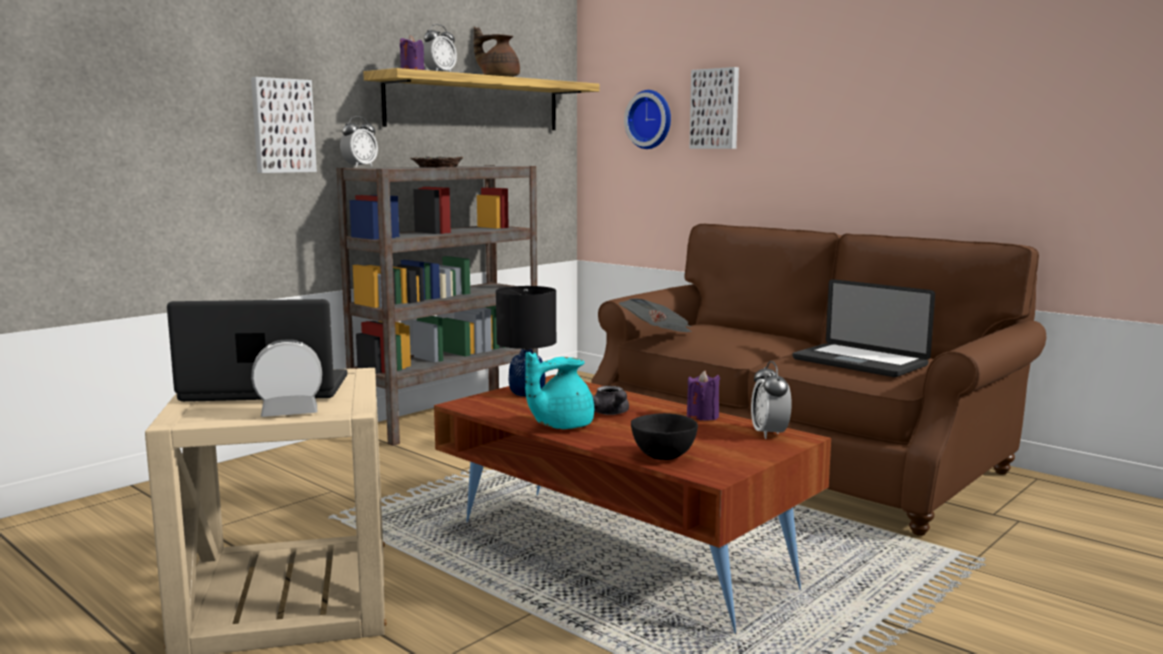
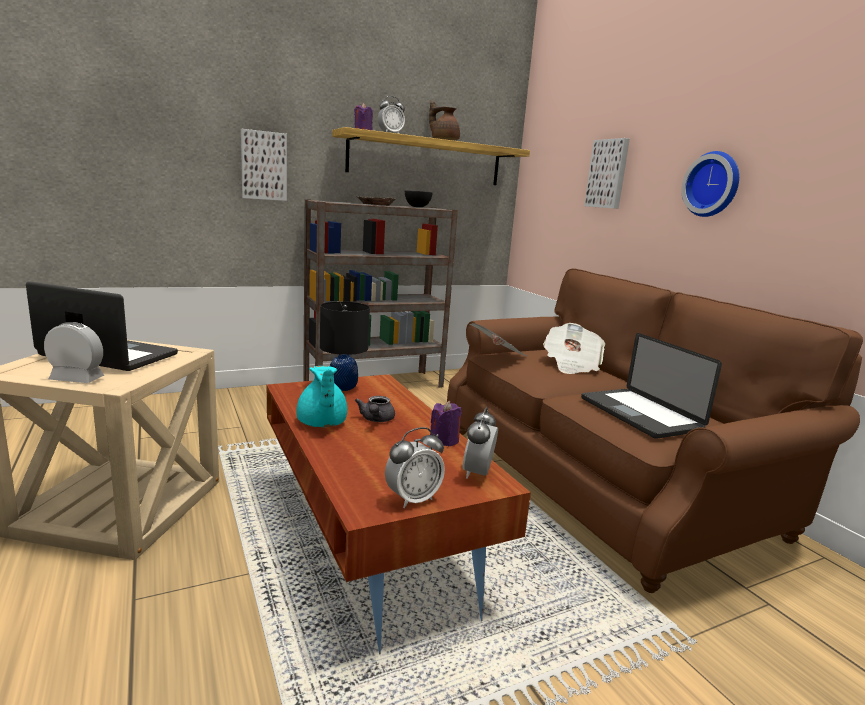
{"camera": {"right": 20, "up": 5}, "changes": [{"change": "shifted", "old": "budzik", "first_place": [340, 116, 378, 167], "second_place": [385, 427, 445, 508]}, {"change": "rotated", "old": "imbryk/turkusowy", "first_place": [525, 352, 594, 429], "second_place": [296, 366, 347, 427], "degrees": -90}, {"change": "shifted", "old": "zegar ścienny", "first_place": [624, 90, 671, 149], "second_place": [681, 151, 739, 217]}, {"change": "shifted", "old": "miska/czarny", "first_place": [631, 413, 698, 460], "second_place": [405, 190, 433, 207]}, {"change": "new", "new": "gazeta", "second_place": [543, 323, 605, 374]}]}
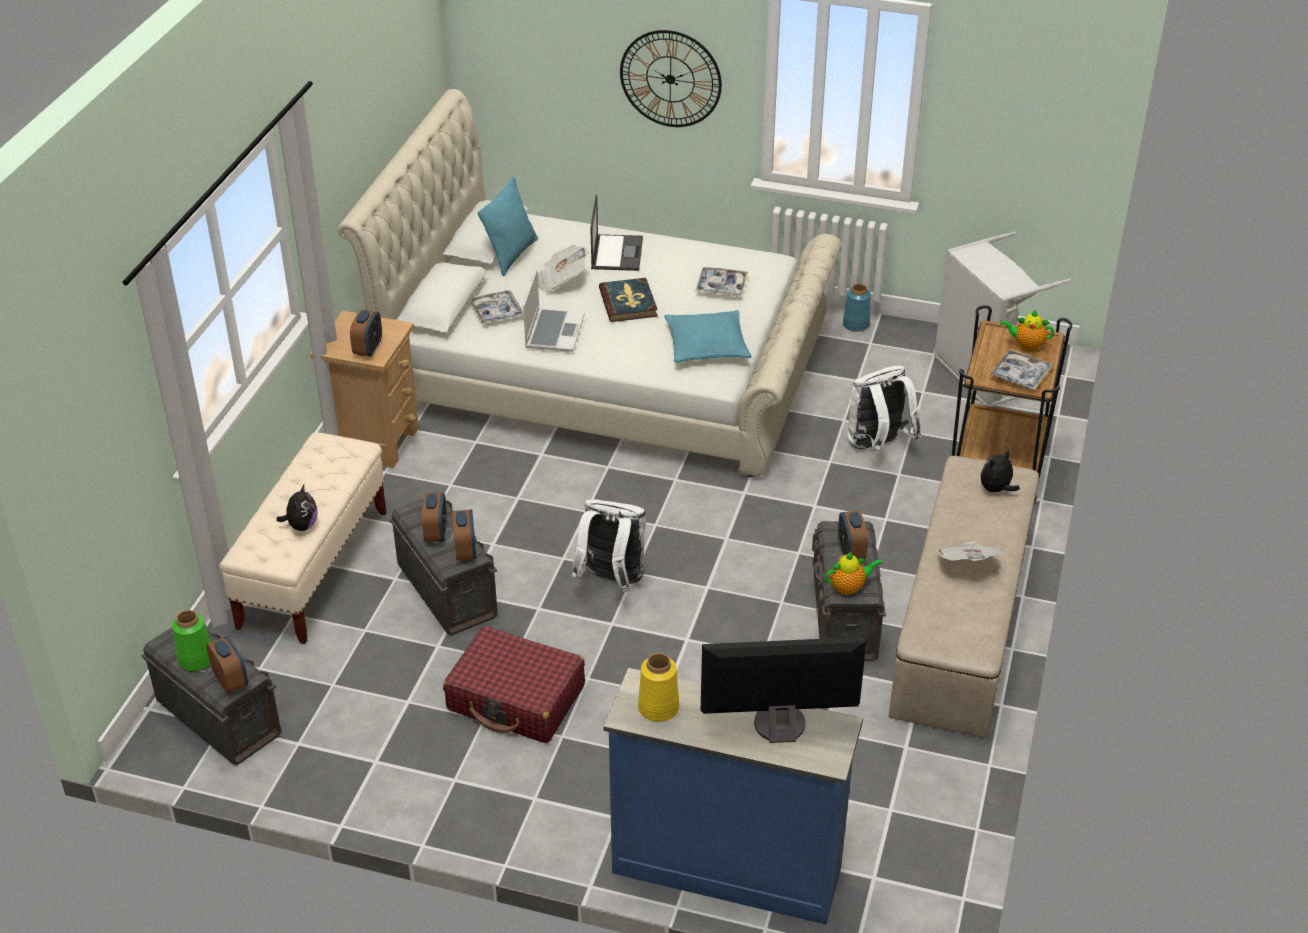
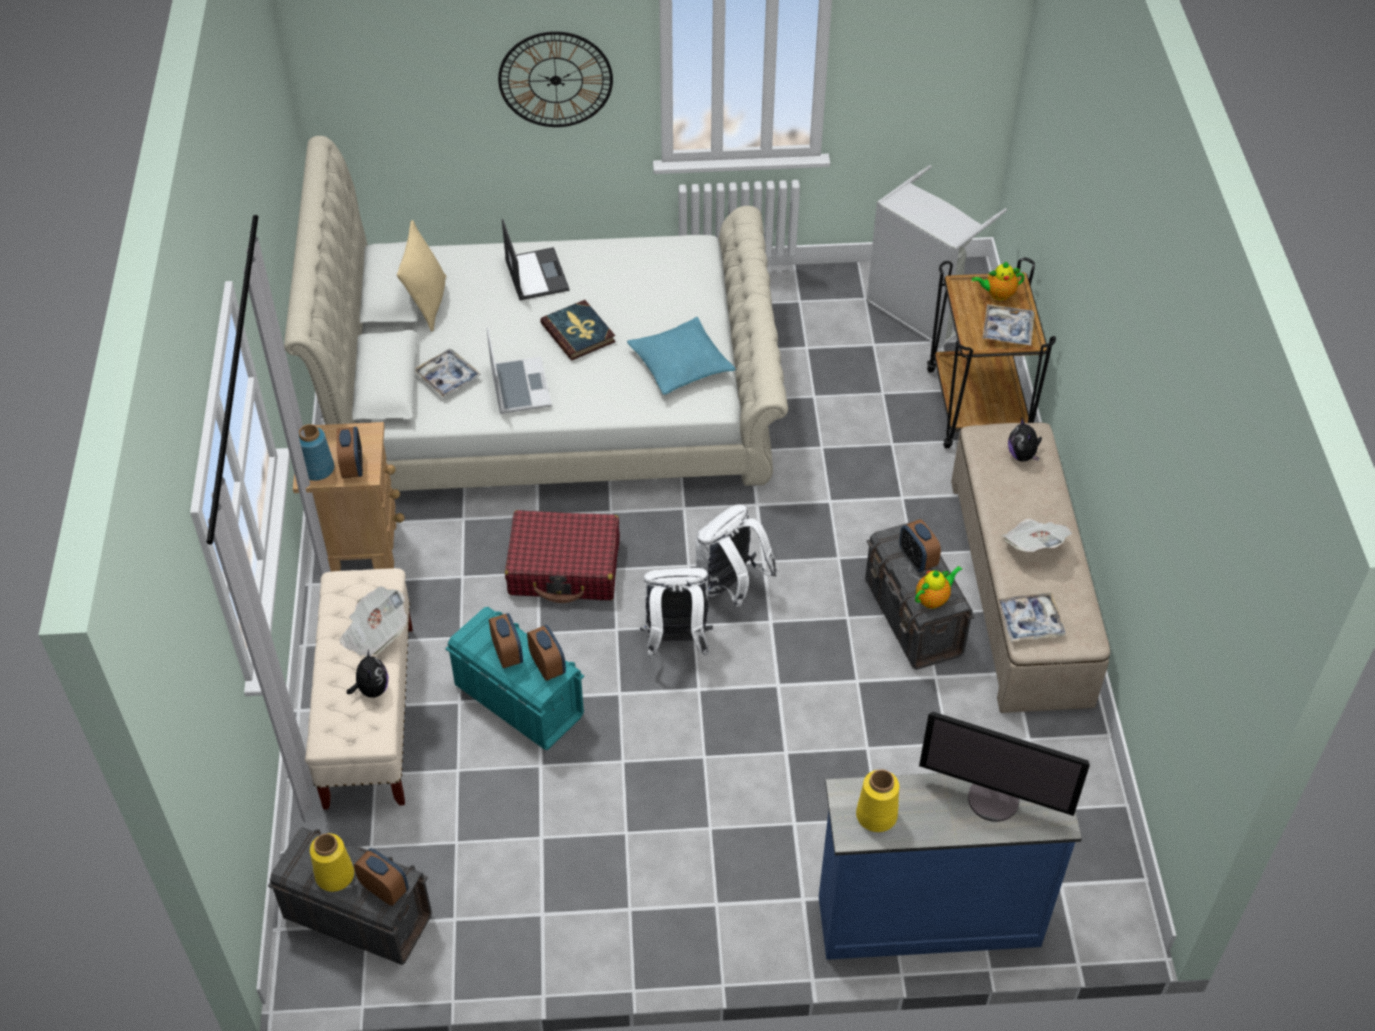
{"camera": {"right": -20, "up": 10}, "changes": [{"change": "repainted", "old": "wazon/zielony", "new": "wazon/żółty", "first_place": [172, 610, 211, 671], "second_place": [310, 833, 354, 892]}, {"change": "repainted", "old": "pojemnik do przechowywania/szary", "new": "pojemnik do przechowywania/turkusowy", "first_place": [389, 498, 497, 635], "second_place": [445, 607, 584, 750]}, {"change": "shifted", "old": "walizka/czerwony", "first_place": [443, 626, 585, 743], "second_place": [505, 510, 620, 603]}, {"change": "repainted", "old": "poduszka/turkusowy", "new": "poduszka/beżowy", "first_place": [478, 176, 538, 276], "second_place": [397, 220, 446, 331]}, {"change": "shifted", "old": "gazeta", "first_place": [531, 245, 588, 292], "second_place": [339, 586, 407, 657]}, {"change": "shifted", "old": "taca", "first_place": [695, 267, 748, 296], "second_place": [997, 592, 1066, 642]}, {"change": "rotated", "old": "monitor", "first_place": [701, 637, 867, 743], "second_place": [919, 711, 1090, 822], "degrees": -135}, {"change": "shifted", "old": "wazon/niebieski", "first_place": [843, 284, 871, 332], "second_place": [299, 424, 334, 481]}, {"change": "shifted", "old": "plecak/biały", "first_place": [848, 366, 922, 453], "second_place": [696, 504, 778, 607]}, {"change": "rotated", "old": "pluszak", "first_place": [981, 449, 1020, 492], "second_place": [1008, 417, 1042, 461], "degrees": -45}]}
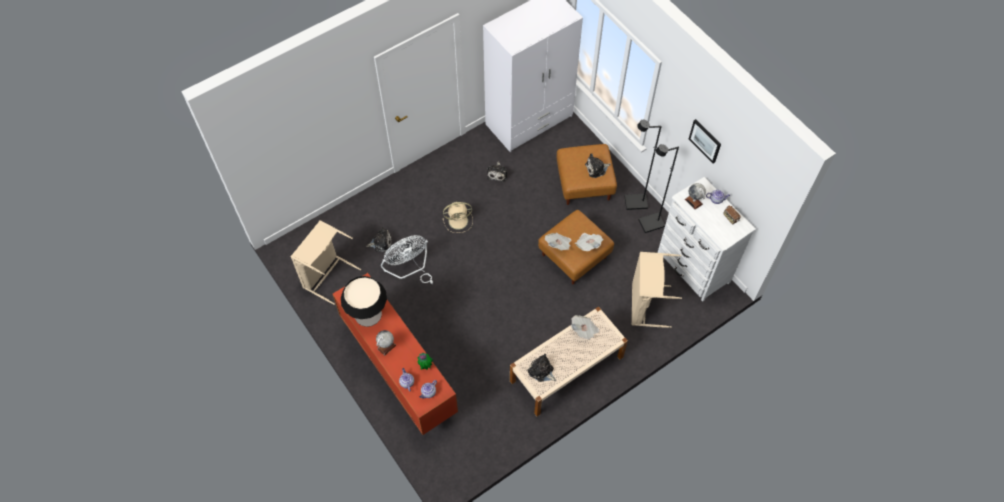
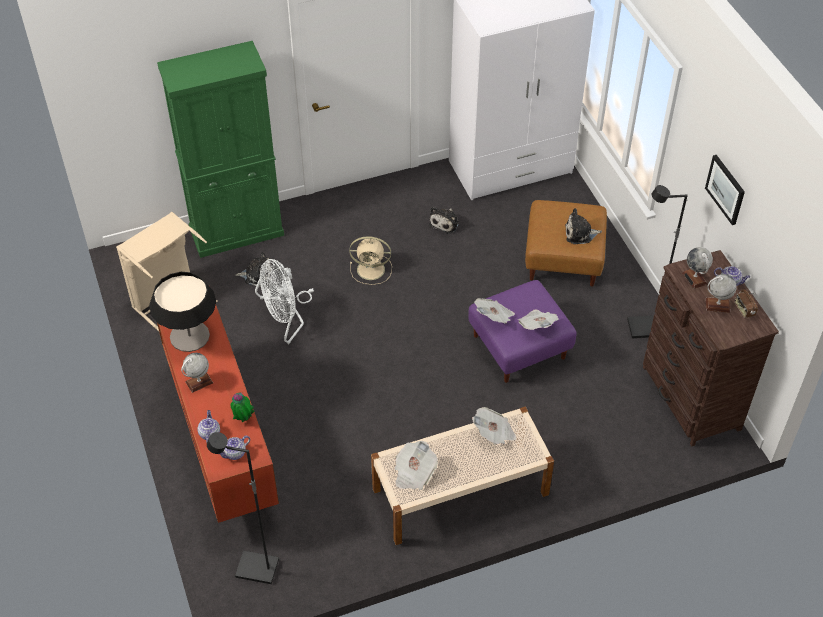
{"camera": {"right": 15, "up": -10}, "changes": [{"change": "rotated", "old": "wentylator/biały", "first_place": [381, 235, 433, 284], "second_place": [255, 259, 315, 344], "degrees": -105}, {"change": "swapped", "old": "pluszak", "new": "gazeta", "first_place": [528, 354, 557, 382], "second_place": [394, 441, 438, 490]}, {"change": "repainted", "old": "pufa/brązowy", "new": "pufa/fioletowy", "first_place": [538, 210, 614, 284], "second_place": [468, 280, 577, 383]}, {"change": "shifted", "old": "lampa stojąca/czarny", "first_place": [625, 119, 662, 210], "second_place": [207, 432, 279, 584]}, {"change": "gone", "old": "kosz na pranie/beżowy", "first_place": [632, 252, 682, 328]}, {"change": "repainted", "old": "komoda/biały", "new": "komoda/brązowy", "first_place": [658, 177, 756, 302], "second_place": [643, 250, 779, 446]}, {"change": "new", "new": "szafka/zielony", "second_place": [157, 41, 284, 258]}, {"change": "new", "new": "globus", "second_place": [706, 274, 737, 313]}]}
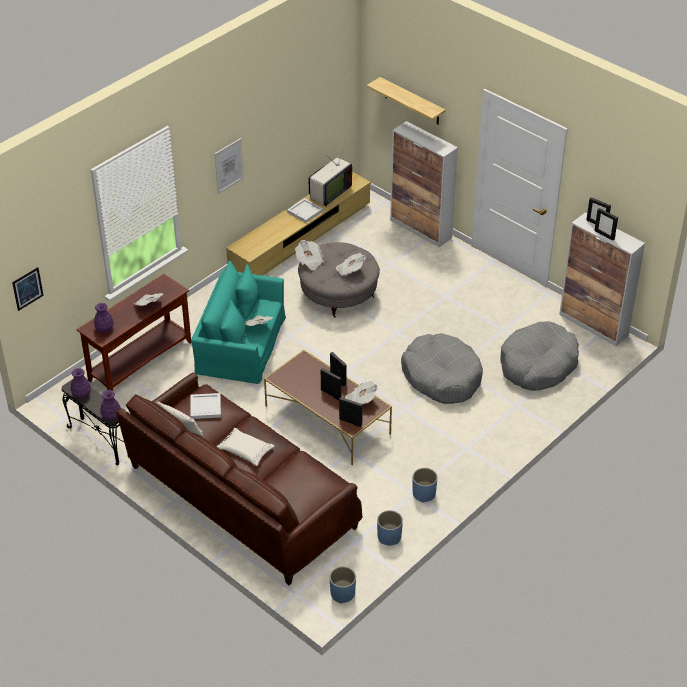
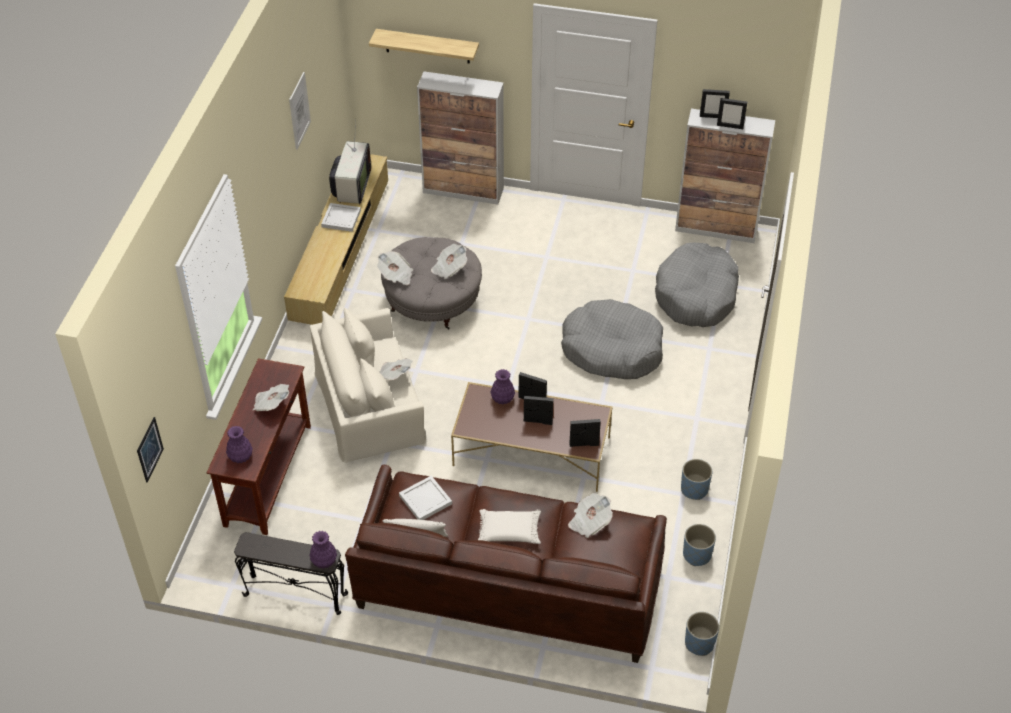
{"camera": {"right": -30, "up": 5}, "changes": [{"change": "shifted", "old": "wazon/fioletowy", "first_place": [70, 368, 91, 398], "second_place": [491, 369, 515, 404]}, {"change": "repainted", "old": "fotel/turkusowy", "new": "fotel/beżowy", "first_place": [191, 260, 286, 384], "second_place": [310, 308, 426, 463]}, {"change": "shifted", "old": "obraz", "first_place": [215, 138, 244, 194], "second_place": [289, 72, 311, 150]}, {"change": "shifted", "old": "gazeta", "first_place": [345, 381, 378, 404], "second_place": [568, 493, 613, 538]}]}
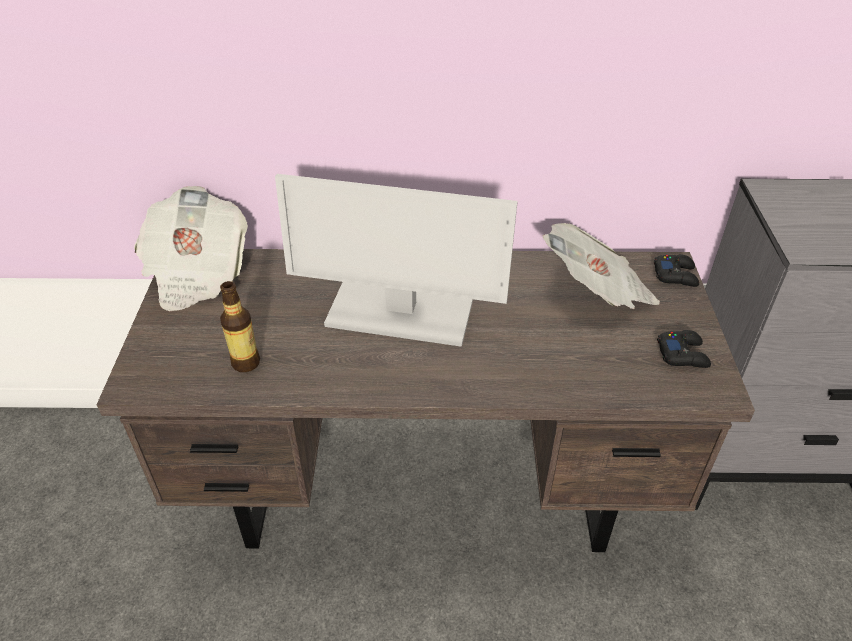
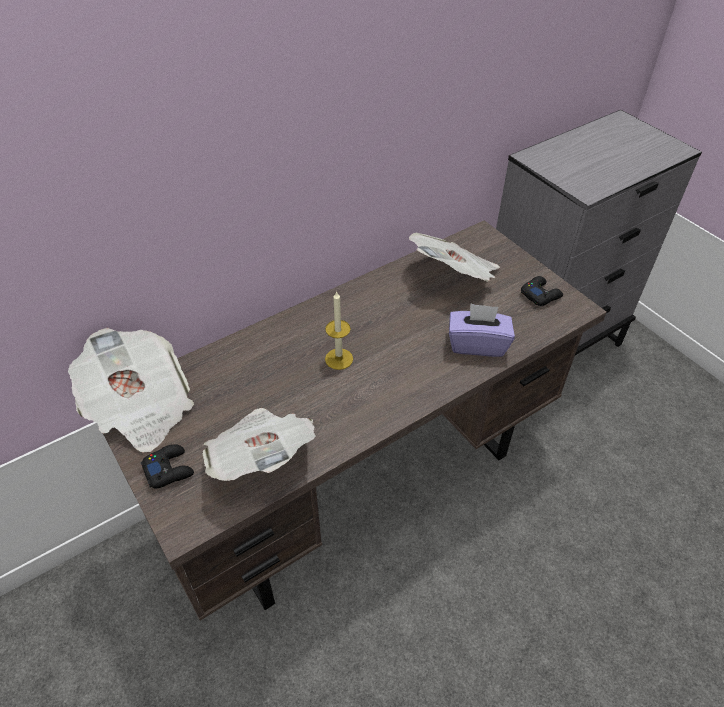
{"camera": {"right": -35, "up": 5}, "changes": [{"change": "swapped", "old": "butelka", "new": "gazeta", "first_place": [220, 281, 260, 372], "second_place": [203, 408, 316, 481]}, {"change": "swapped", "old": "monitor", "new": "świeca", "first_place": [275, 174, 518, 347], "second_place": [325, 291, 353, 370]}, {"change": "shifted", "old": "pad do gier/czarny", "first_place": [654, 254, 699, 287], "second_place": [141, 444, 194, 488]}, {"change": "new", "new": "pudełko chusteczek/fioletowy", "second_place": [449, 303, 515, 357]}]}
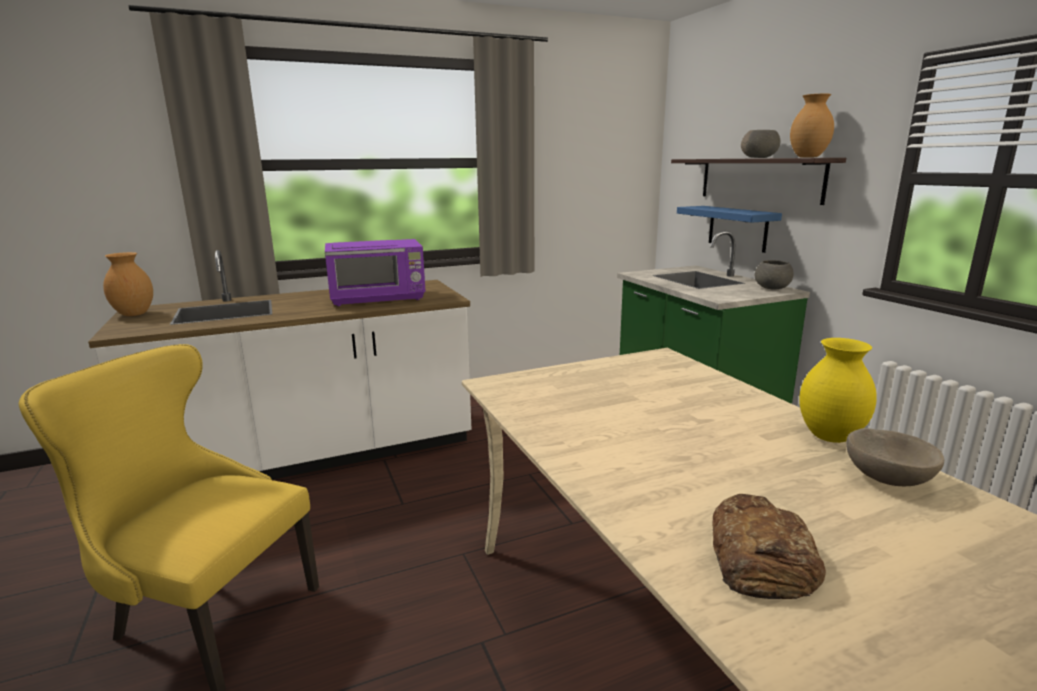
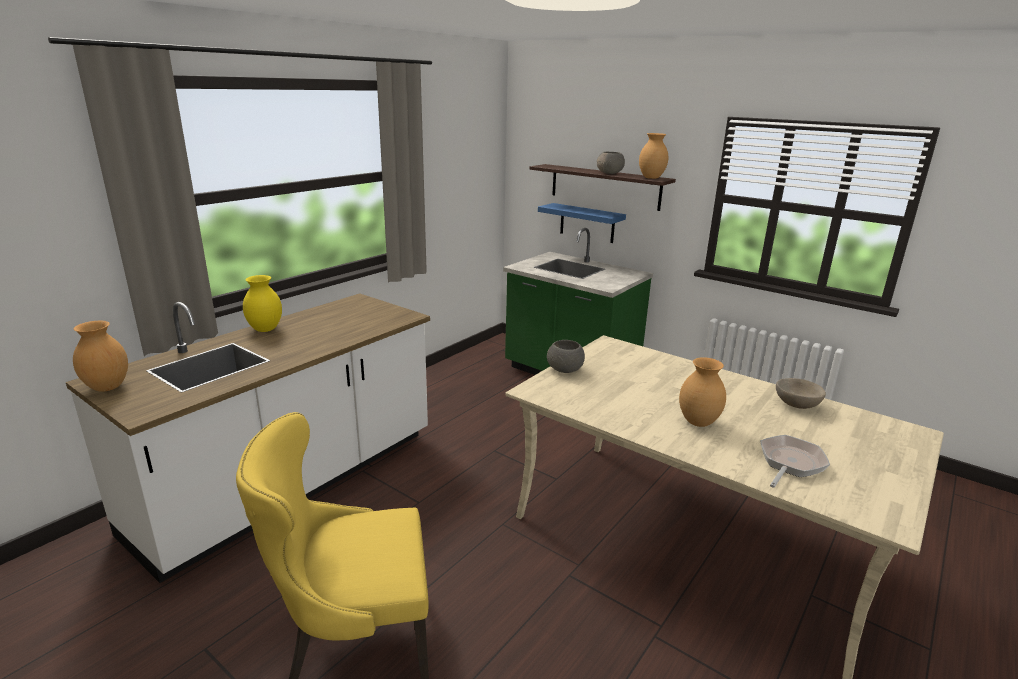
{"camera": {"right": -30, "up": 5}, "changes": [{"change": "gone", "old": "mikrofalówka/fioletowy", "first_place": [325, 239, 426, 306]}, {"change": "swapped", "old": "chleb", "new": "patelnia", "first_place": [712, 494, 826, 599], "second_place": [760, 435, 830, 488]}, {"change": "shifted", "old": "miska/szary", "first_place": [755, 260, 794, 289], "second_place": [547, 340, 585, 373]}, {"change": "shifted", "old": "wazon/żółty", "first_place": [799, 338, 877, 443], "second_place": [243, 275, 282, 332]}, {"change": "new", "new": "wazon/brązowy", "second_place": [679, 357, 726, 427]}]}
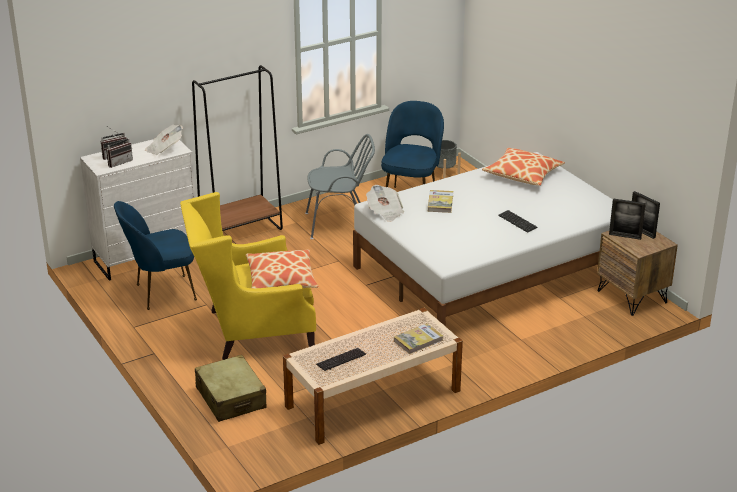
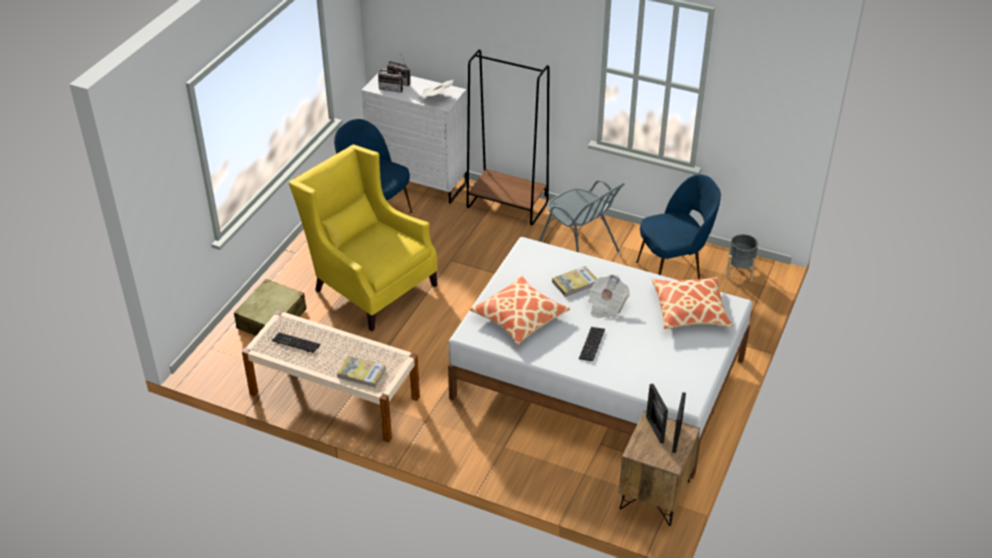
{"camera": {"right": 55, "up": 10}, "changes": [{"change": "shifted", "old": "poduszka", "first_place": [246, 250, 319, 289], "second_place": [470, 276, 570, 345]}, {"change": "shifted", "old": "gazeta", "first_place": [366, 185, 404, 222], "second_place": [588, 275, 630, 318]}]}
